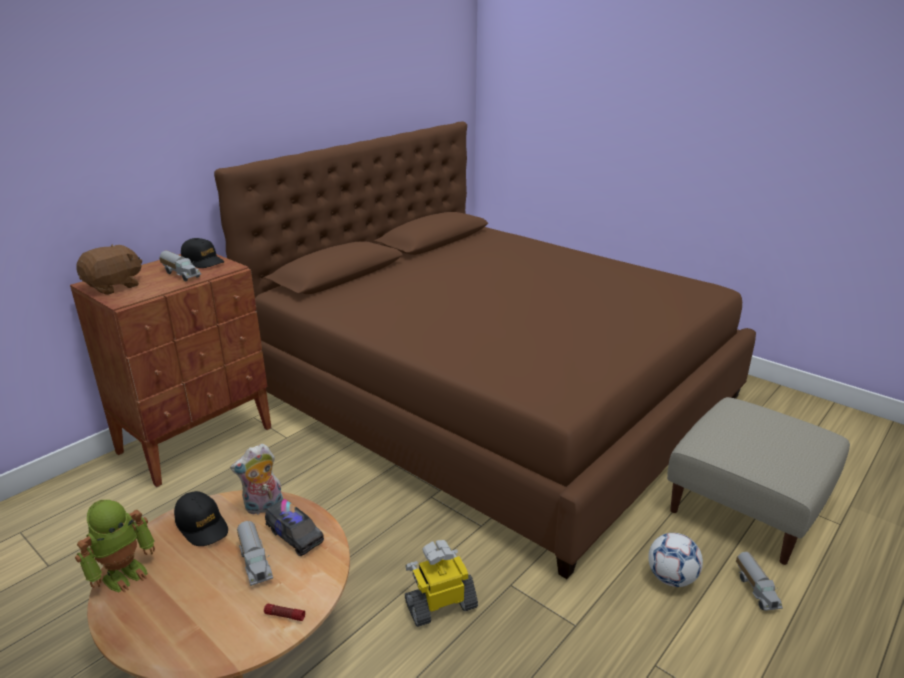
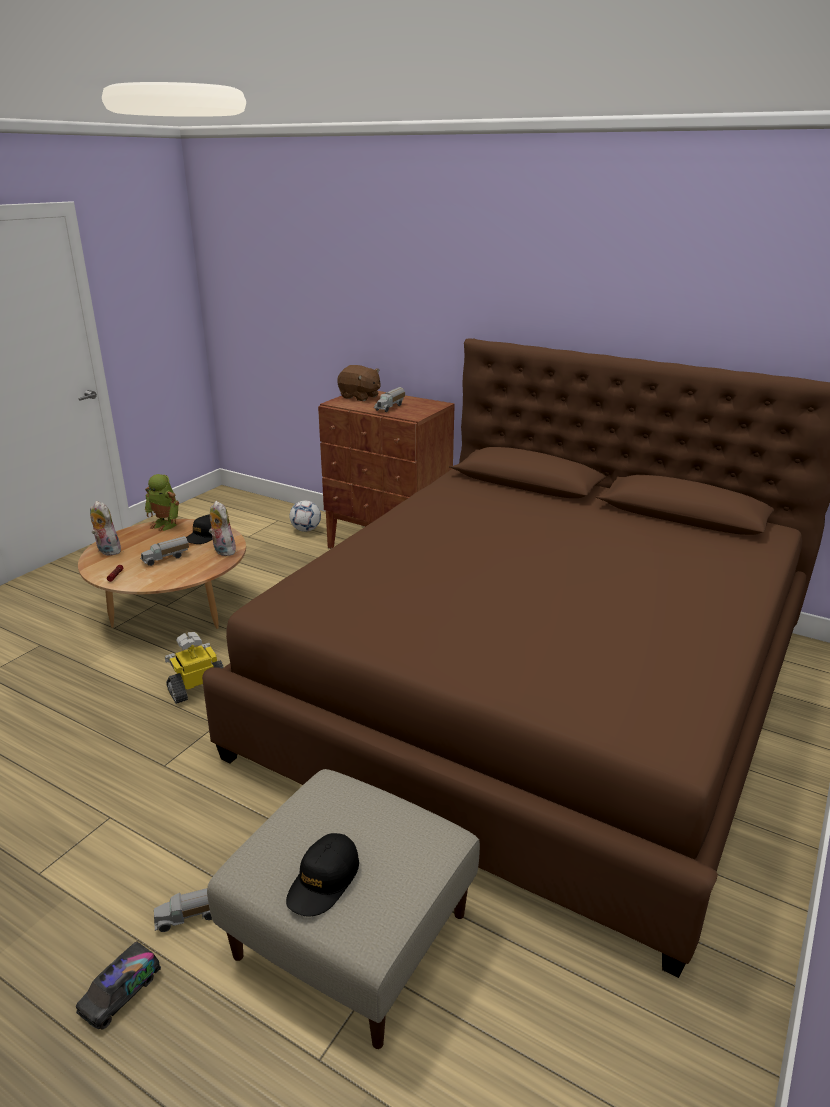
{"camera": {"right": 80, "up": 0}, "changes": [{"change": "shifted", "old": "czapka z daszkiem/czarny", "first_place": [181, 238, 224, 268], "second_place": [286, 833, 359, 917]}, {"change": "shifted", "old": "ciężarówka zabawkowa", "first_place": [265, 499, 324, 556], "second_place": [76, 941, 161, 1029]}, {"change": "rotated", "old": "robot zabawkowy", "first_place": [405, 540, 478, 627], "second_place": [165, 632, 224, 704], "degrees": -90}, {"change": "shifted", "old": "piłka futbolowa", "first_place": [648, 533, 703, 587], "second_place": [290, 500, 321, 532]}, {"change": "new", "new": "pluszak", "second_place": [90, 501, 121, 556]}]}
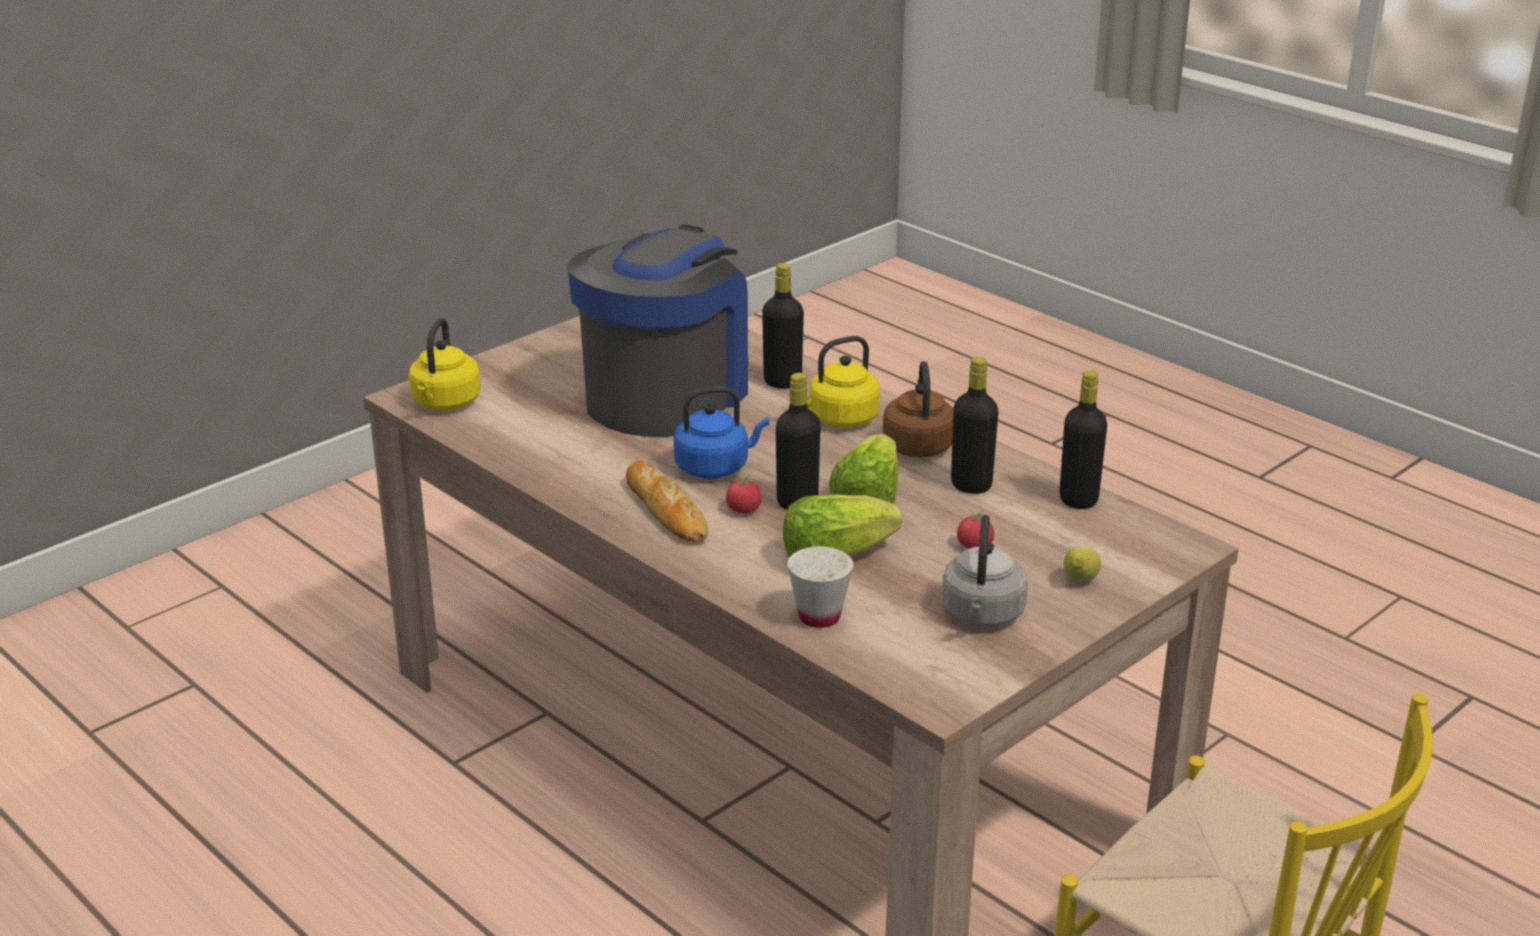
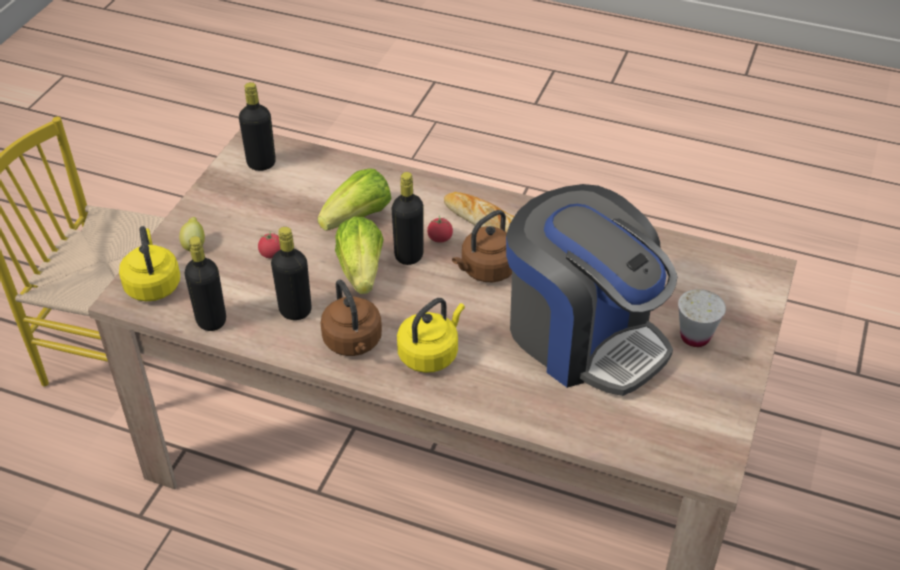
{"camera": {"right": 155, "up": 15}, "changes": [{"change": "shifted", "old": "czajnik/żółty", "first_place": [409, 318, 481, 410], "second_place": [119, 226, 180, 301]}, {"change": "rotated", "old": "ekspres do kawy", "first_place": [567, 225, 748, 437], "second_place": [506, 184, 677, 396], "degrees": -45}, {"change": "repainted", "old": "czajnik/niebieski", "new": "czajnik/brązowy", "first_place": [674, 386, 770, 479], "second_place": [452, 210, 512, 282]}, {"change": "shifted", "old": "butelka/czarny", "first_place": [762, 263, 804, 388], "second_place": [239, 82, 276, 171]}, {"change": "shifted", "old": "filiżanka/biały", "first_place": [787, 546, 853, 628], "second_place": [678, 289, 726, 347]}, {"change": "gone", "old": "czajnik/szary", "first_place": [942, 515, 1028, 627]}]}
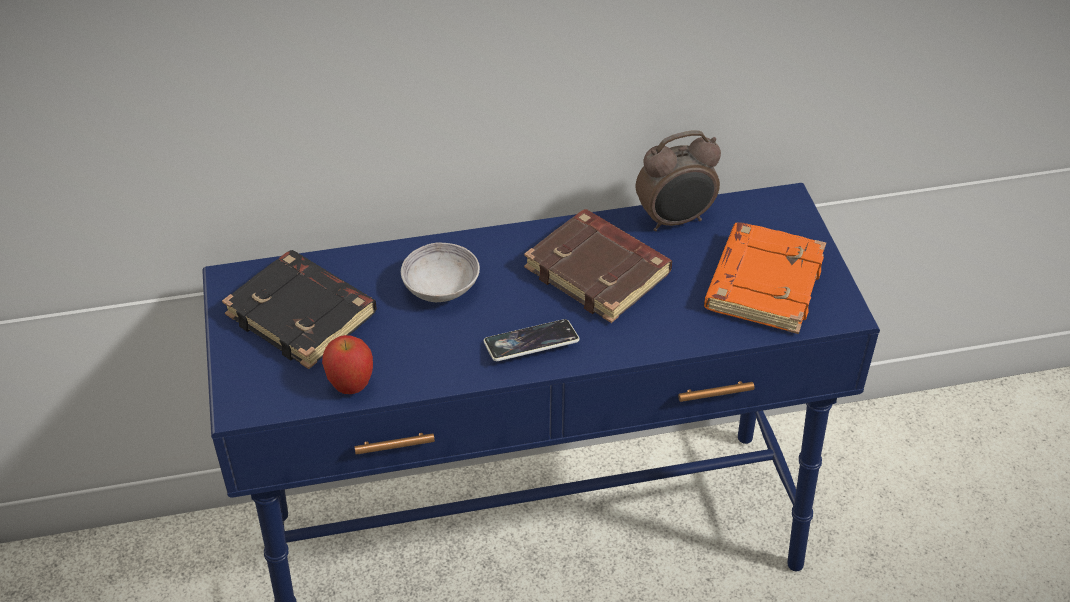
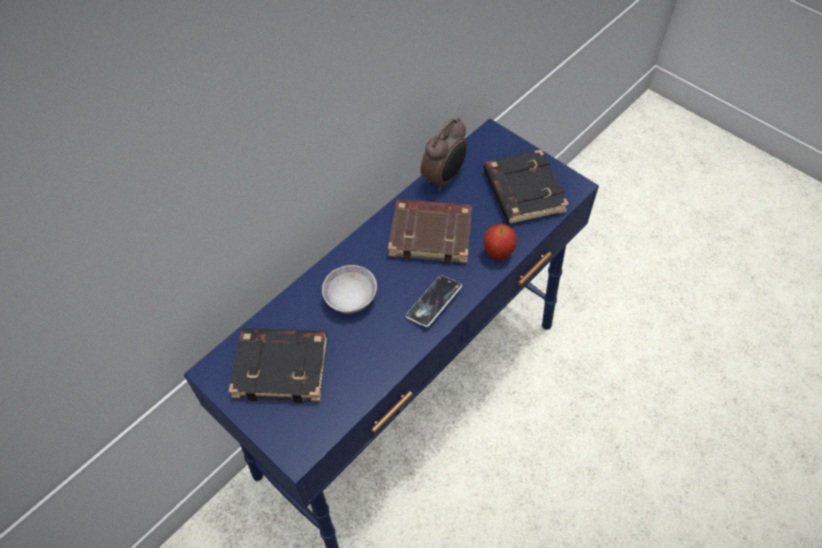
{"camera": {"right": -35, "up": 10}, "changes": [{"change": "shifted", "old": "jabłko", "first_place": [322, 335, 373, 394], "second_place": [484, 224, 517, 261]}, {"change": "repainted", "old": "książka/pomarańczowy", "new": "książka/czarny", "first_place": [704, 222, 826, 334], "second_place": [484, 150, 569, 224]}]}
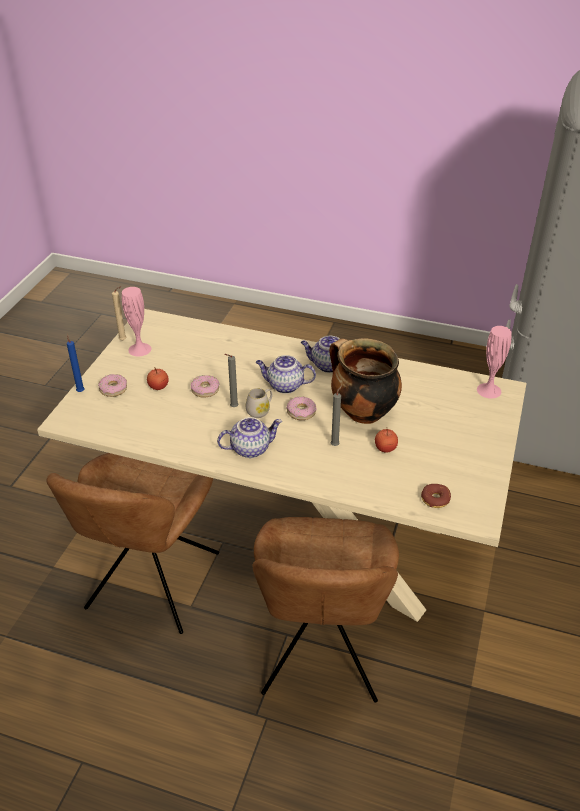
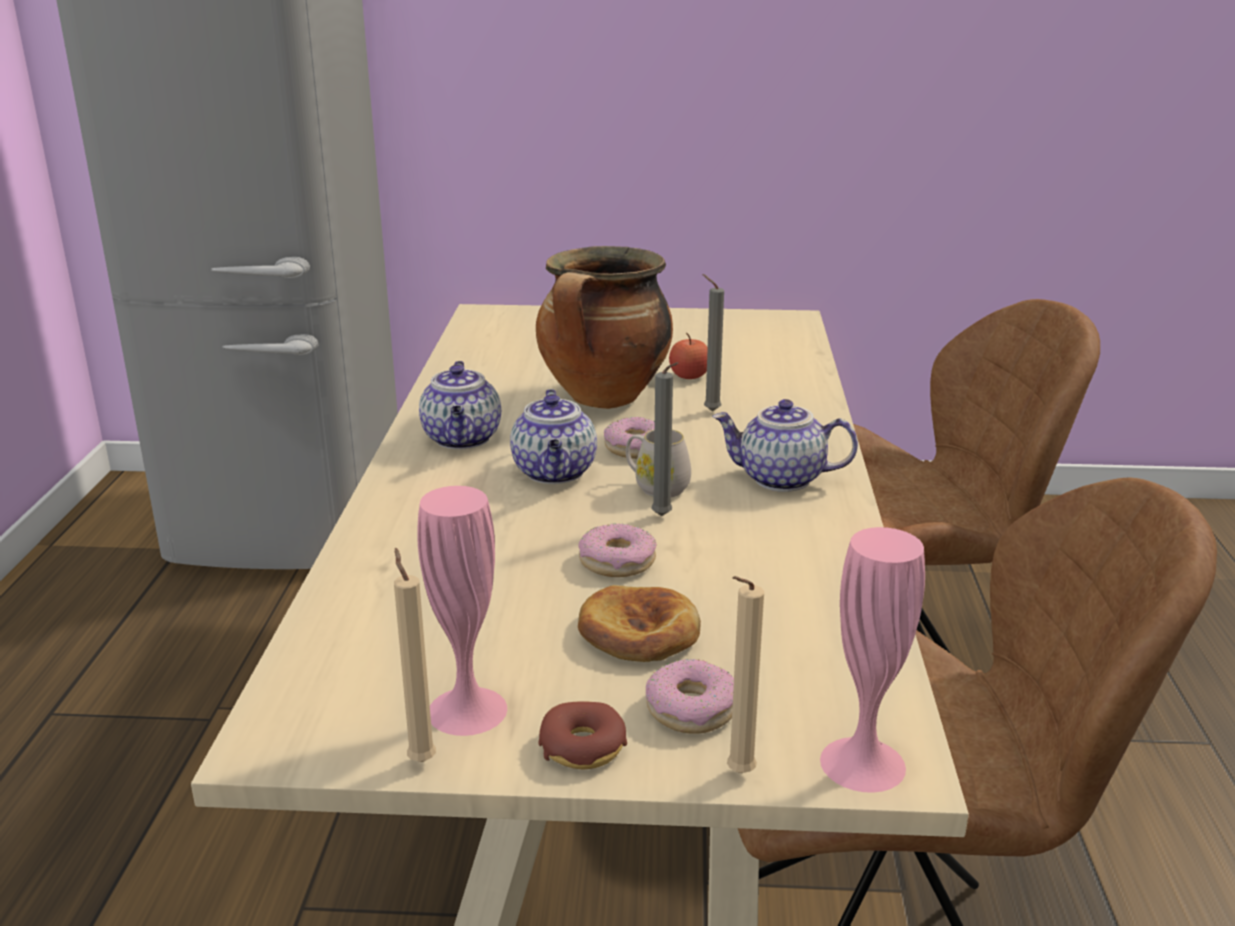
{"camera": {"right": -105, "up": -15}, "changes": [{"change": "repainted", "old": "świeca/niebieski", "new": "świeca/beżowy", "first_place": [67, 333, 85, 392], "second_place": [727, 576, 764, 773]}, {"change": "swapped", "old": "jabłko", "new": "chleb", "first_place": [147, 367, 169, 390], "second_place": [578, 585, 701, 662]}, {"change": "rotated", "old": "imbryk", "first_place": [217, 417, 282, 458], "second_place": [712, 399, 858, 492], "degrees": -45}, {"change": "shifted", "old": "donut", "first_place": [421, 484, 451, 508], "second_place": [538, 702, 627, 769]}, {"change": "shifted", "old": "wazon/różowy", "first_place": [477, 326, 512, 399], "second_place": [820, 527, 925, 793]}]}
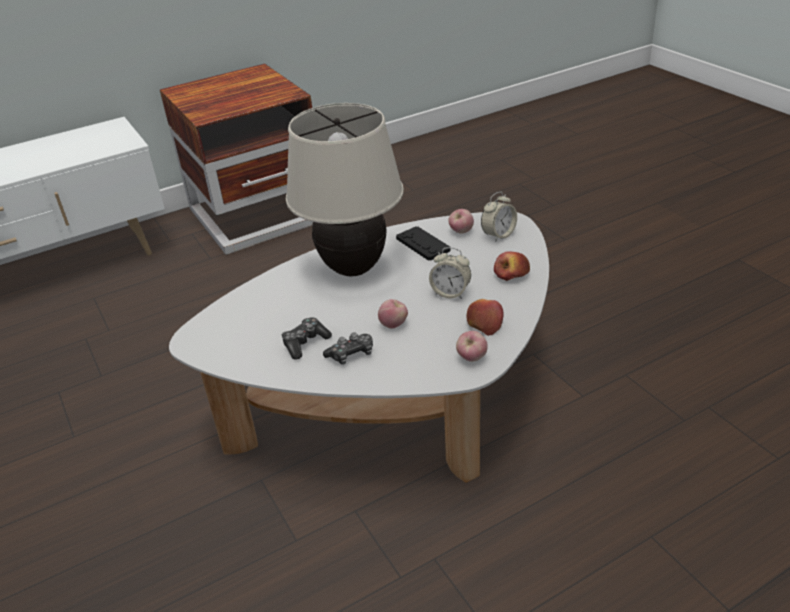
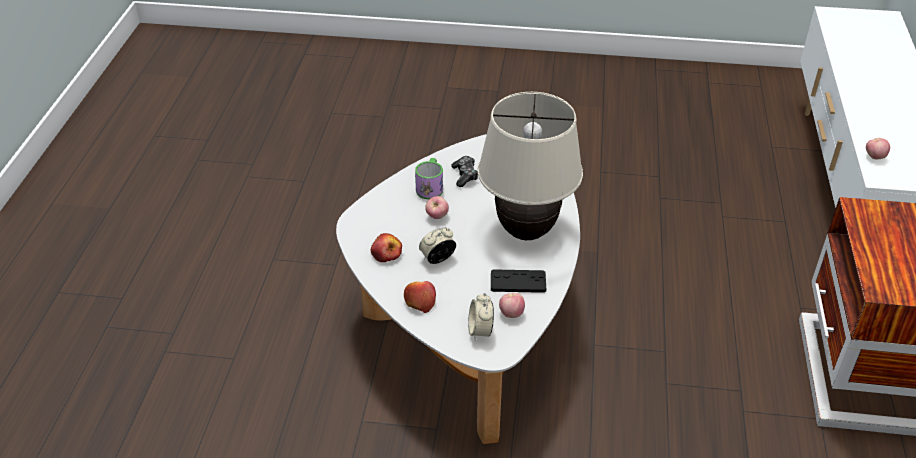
{"camera": {"right": 125, "up": 5}, "changes": [{"change": "swapped", "old": "pad do gier", "new": "kubek", "first_place": [323, 332, 373, 365], "second_place": [415, 158, 443, 199]}, {"change": "shifted", "old": "jabłko", "first_place": [456, 331, 488, 362], "second_place": [866, 138, 890, 159]}]}
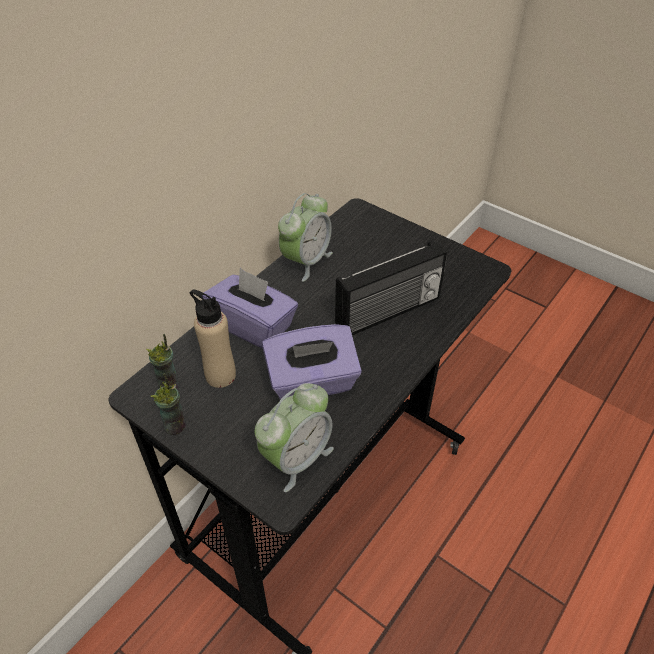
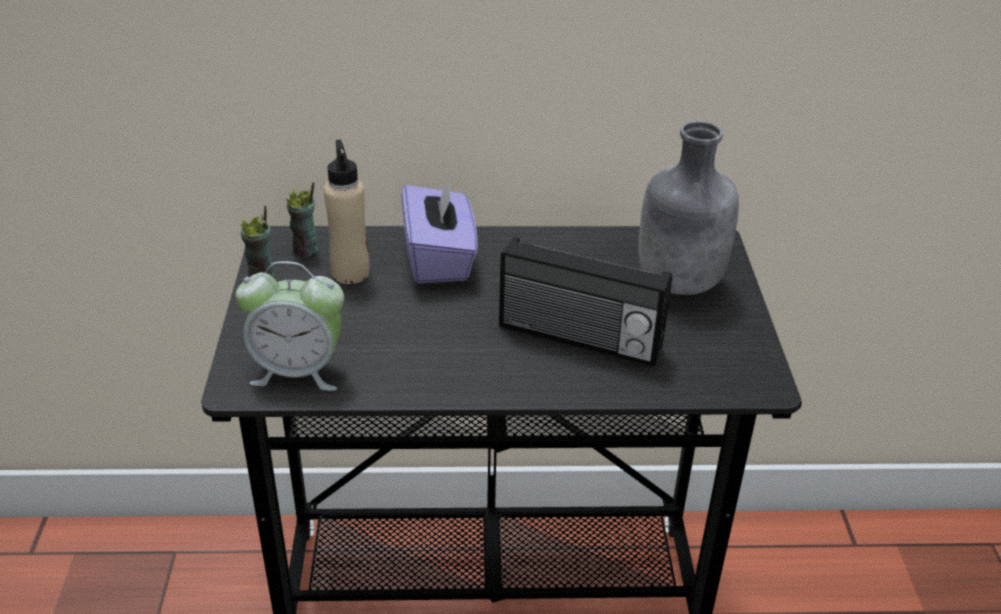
{"camera": {"right": 50, "up": -10}, "changes": [{"change": "gone", "old": "pudełko chusteczek/fioletowy", "first_place": [262, 324, 362, 400]}, {"change": "gone", "old": "budzik", "first_place": [278, 193, 333, 282]}, {"change": "new", "new": "butelka/szary", "second_place": [639, 121, 739, 295]}]}
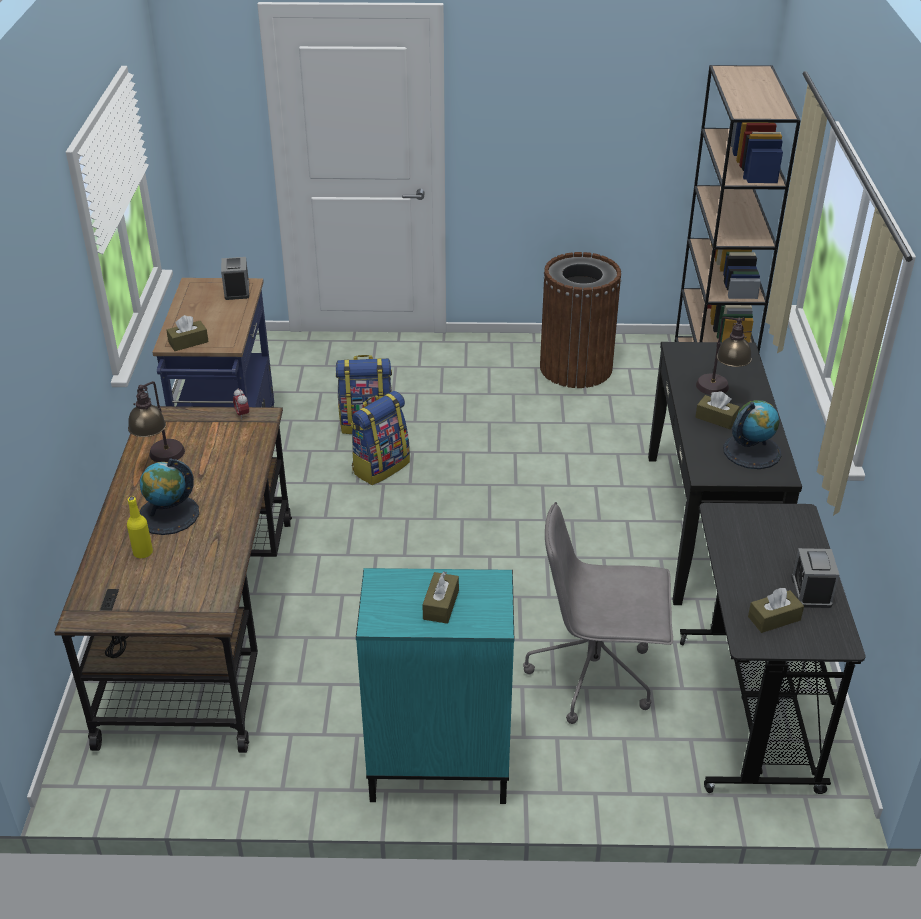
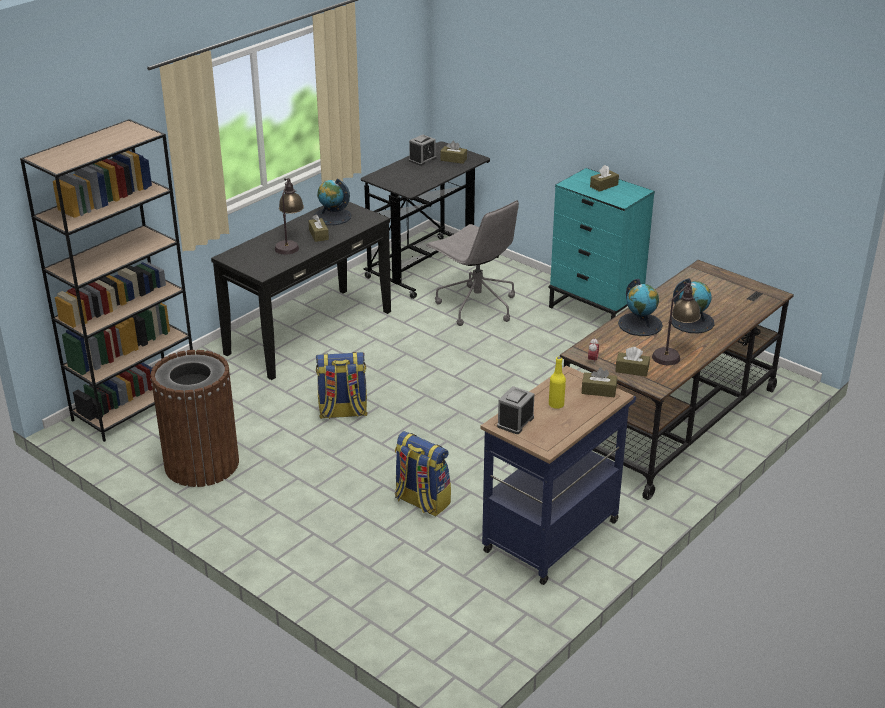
{"camera": {"right": -140, "up": -5}, "changes": [{"change": "shifted", "old": "butelka/żółty", "first_place": [127, 497, 153, 558], "second_place": [549, 357, 566, 409]}, {"change": "shifted", "old": "plecak", "first_place": [350, 391, 410, 485], "second_place": [316, 352, 368, 419]}, {"change": "new", "new": "pudełko chusteczek/brązowy", "second_place": [615, 347, 650, 377]}, {"change": "new", "new": "globus", "second_place": [618, 279, 663, 336]}]}
